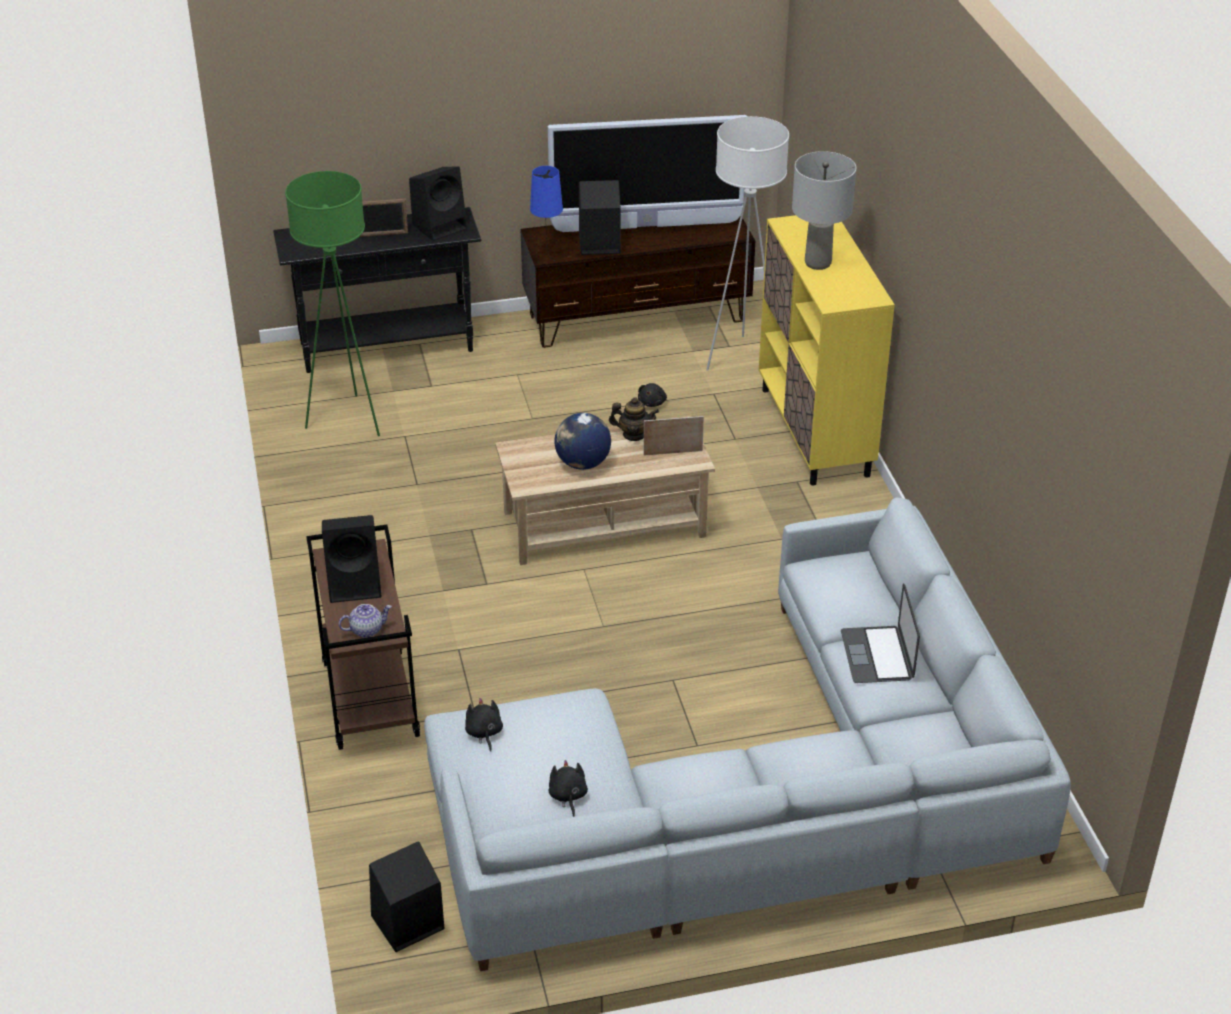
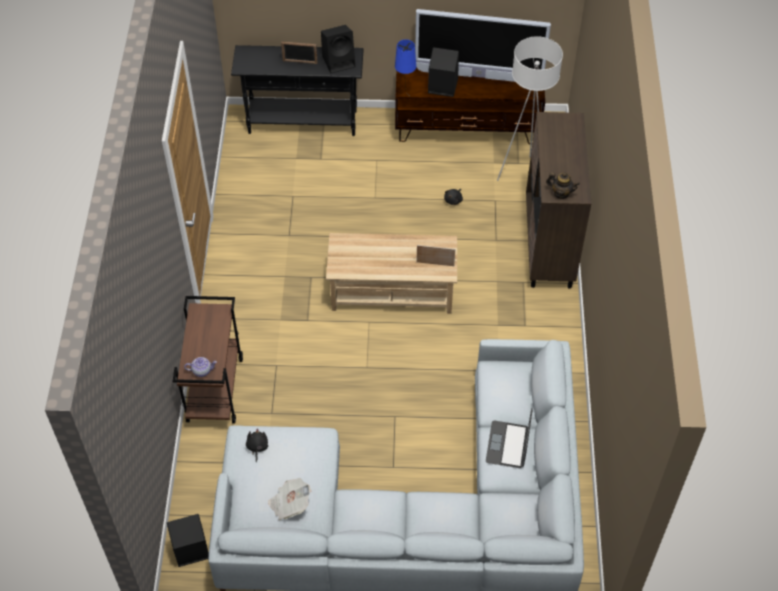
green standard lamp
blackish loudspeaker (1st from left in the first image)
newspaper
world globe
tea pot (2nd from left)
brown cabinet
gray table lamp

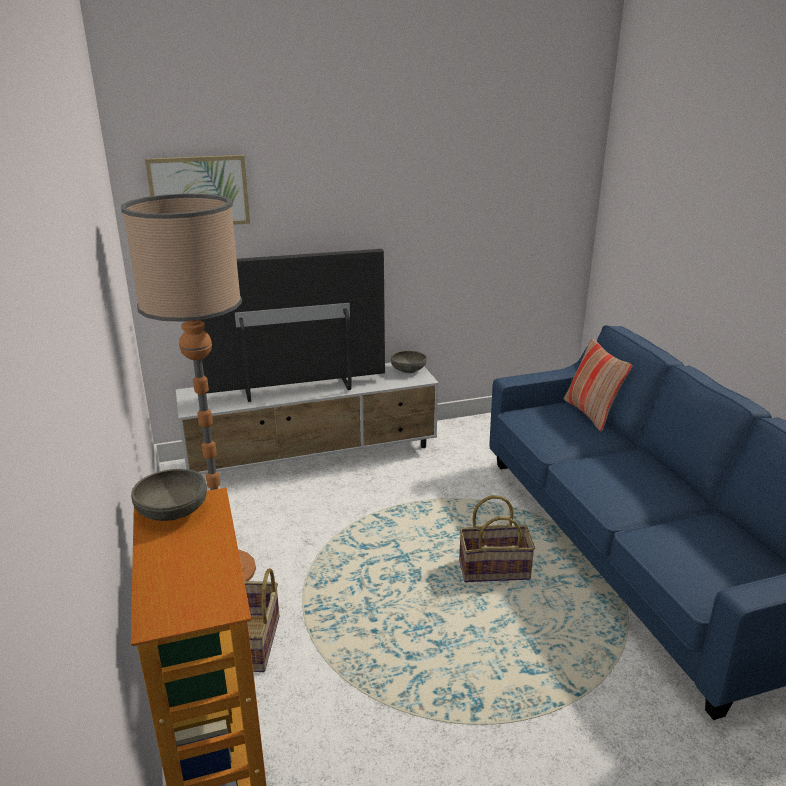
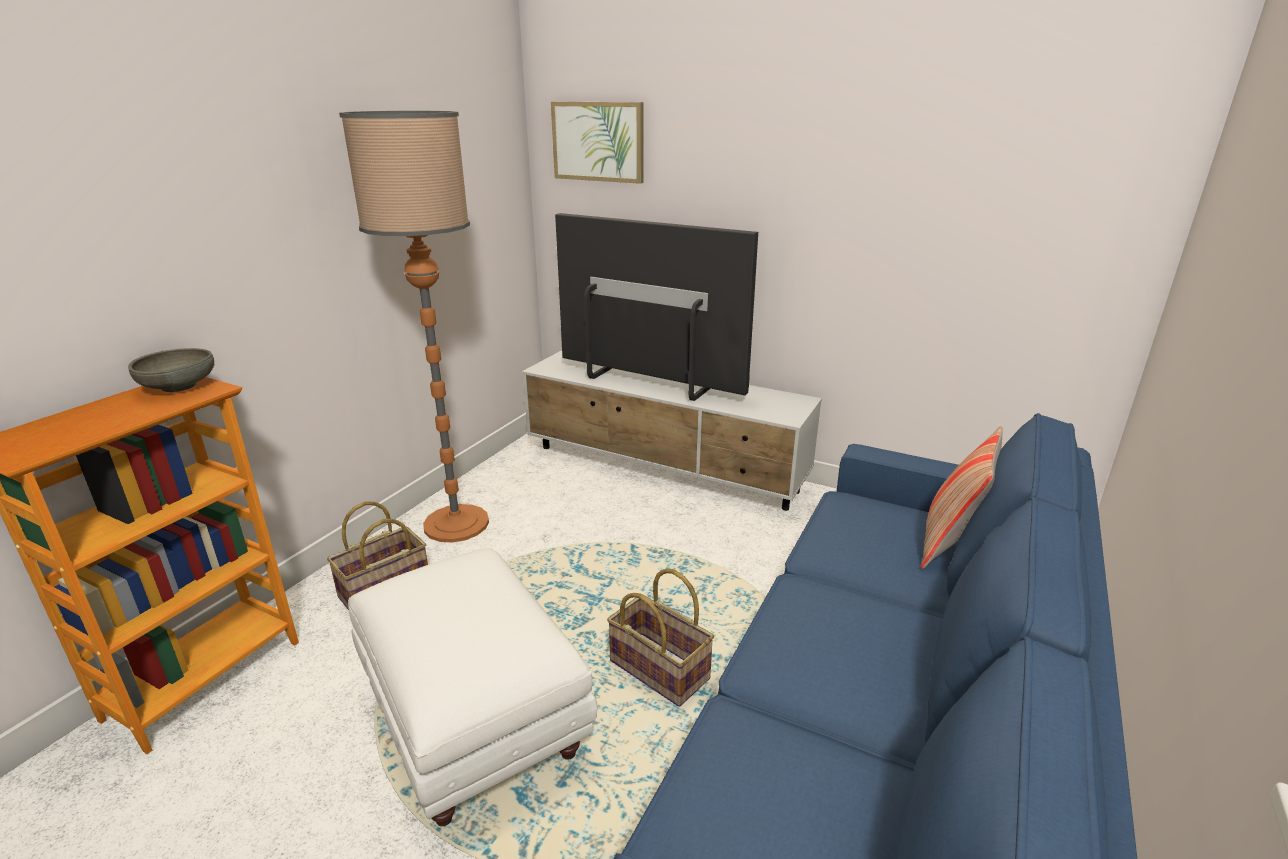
gray serving bowl (2nd from left in the first image)
white pouffe

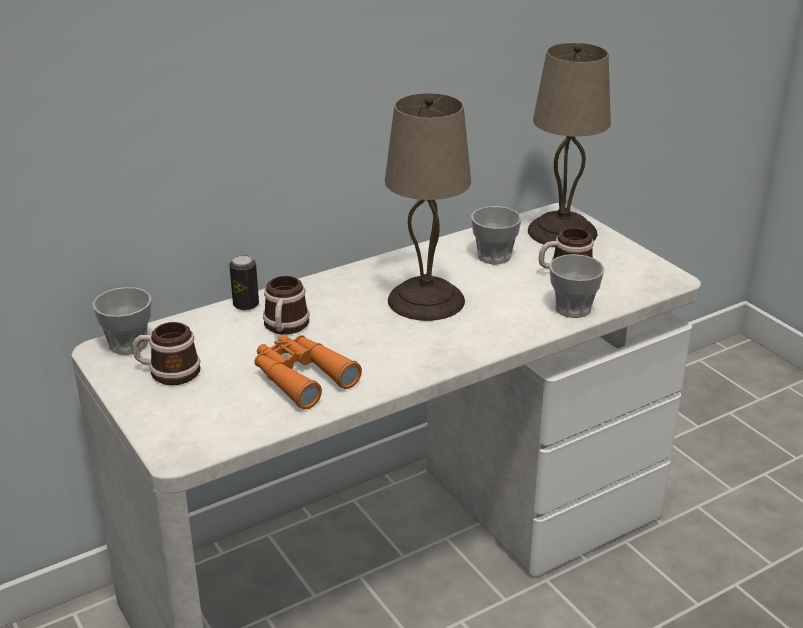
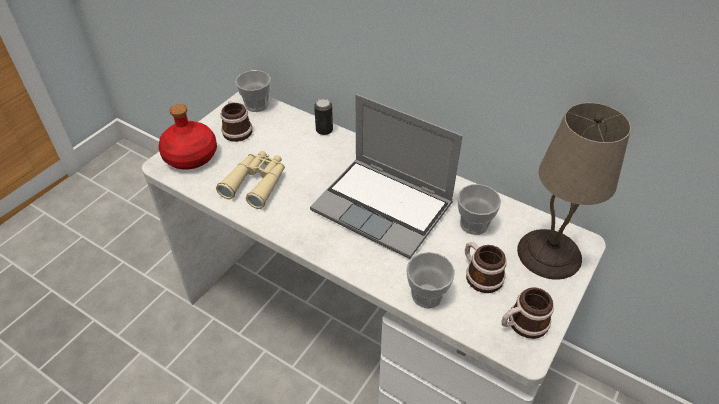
beige-coloured field glasses
coffee mug (3rd from left)
portable computer
red bottle

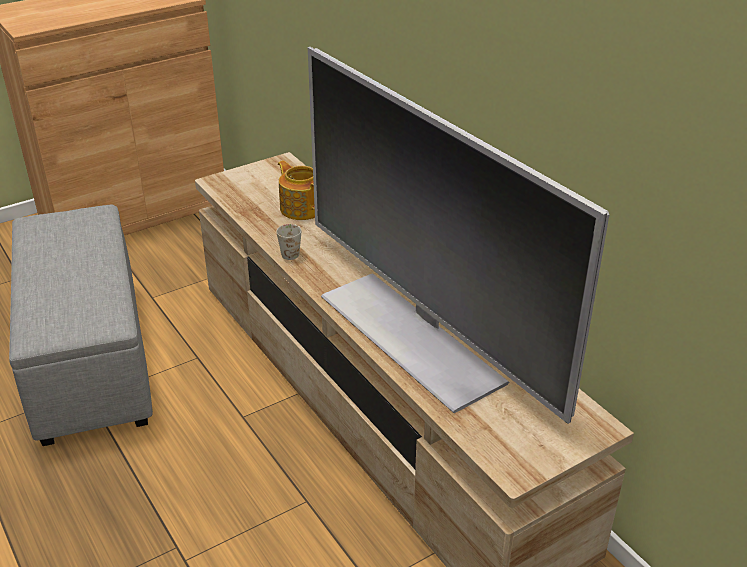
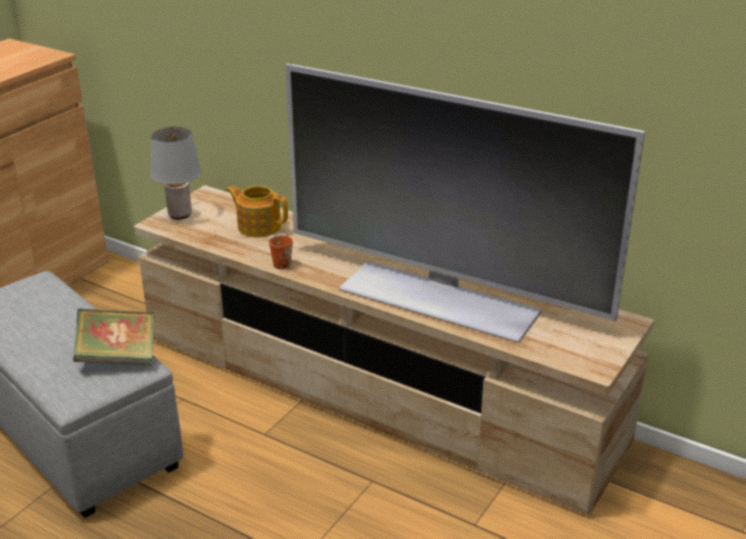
orangey coffee mug
bound book
gray table lamp

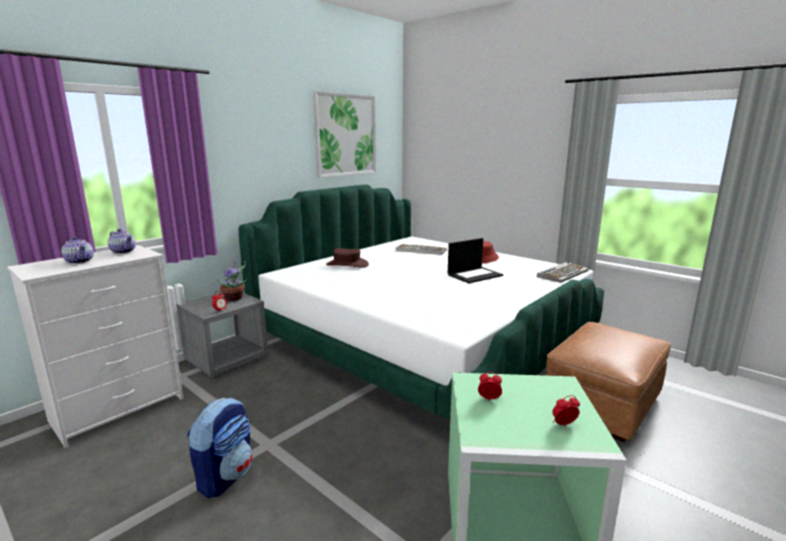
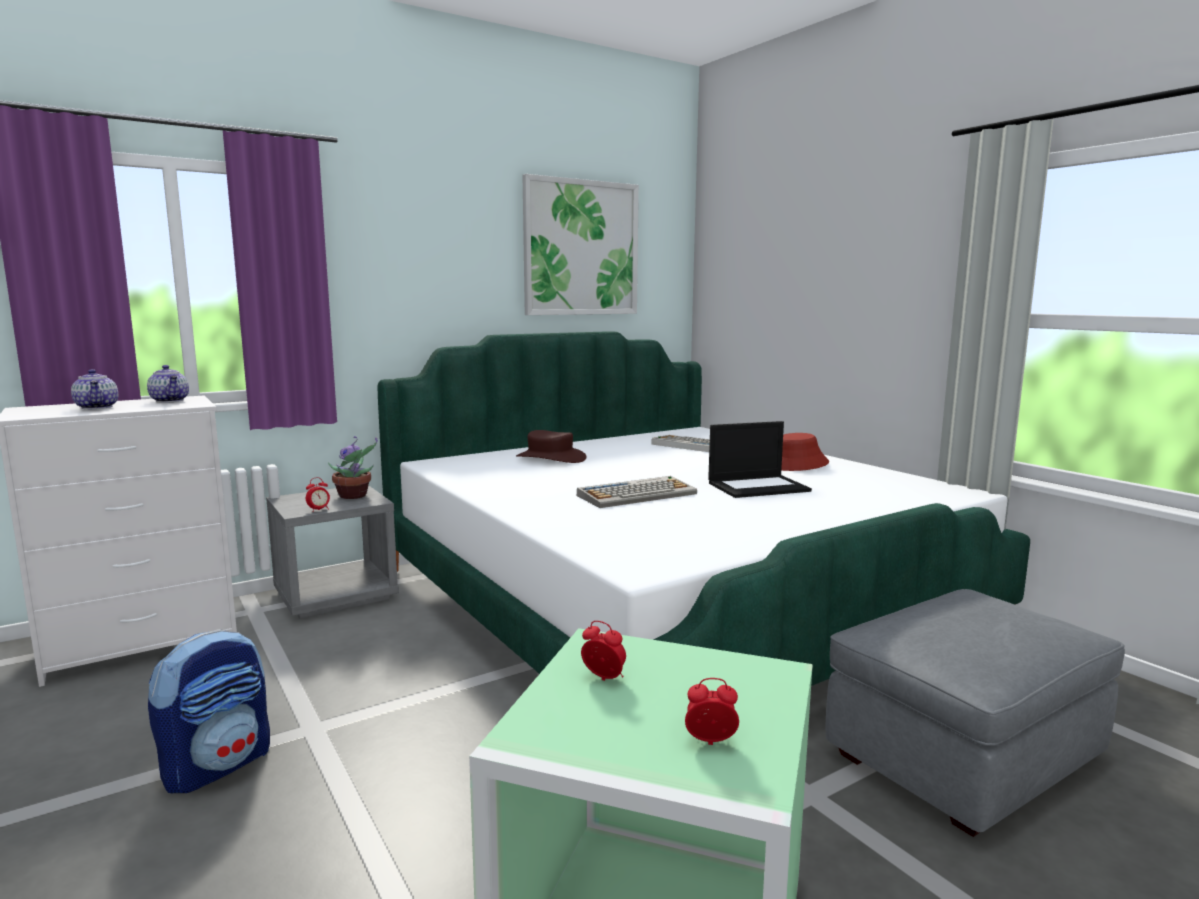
PC keyboard (1st from left)
gray pouffe

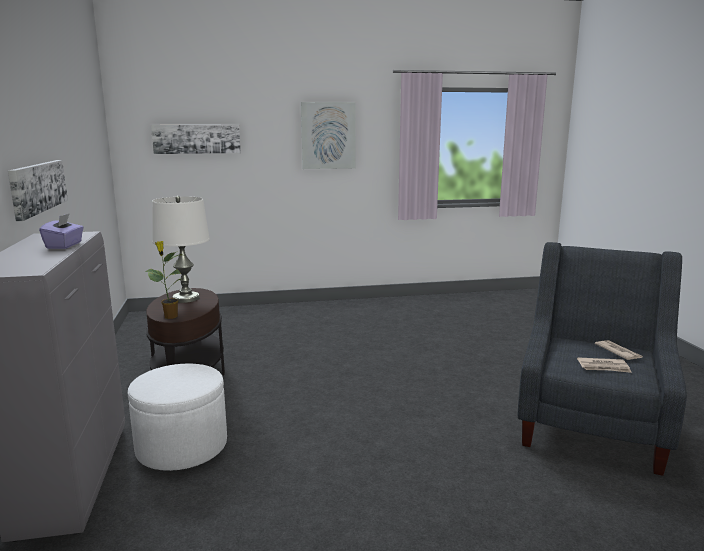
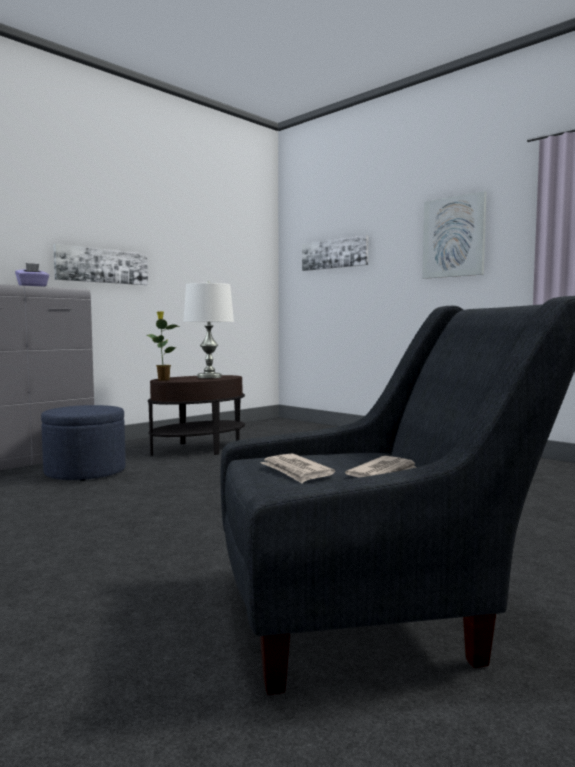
blue pouffe

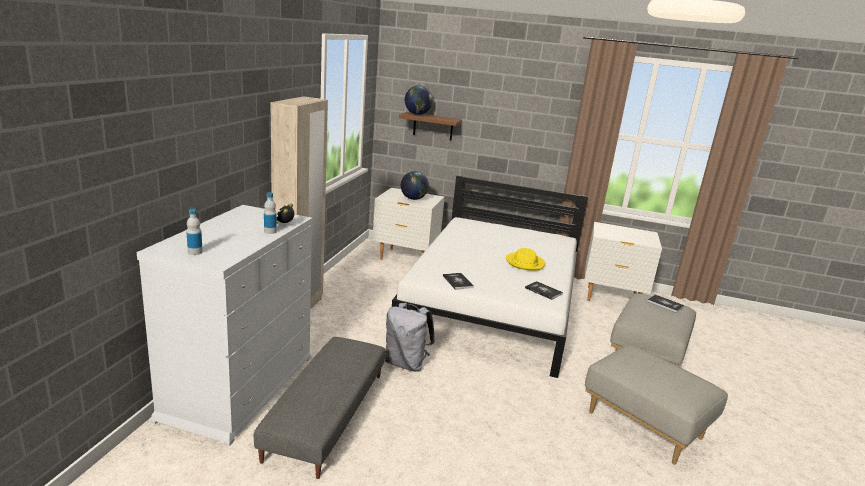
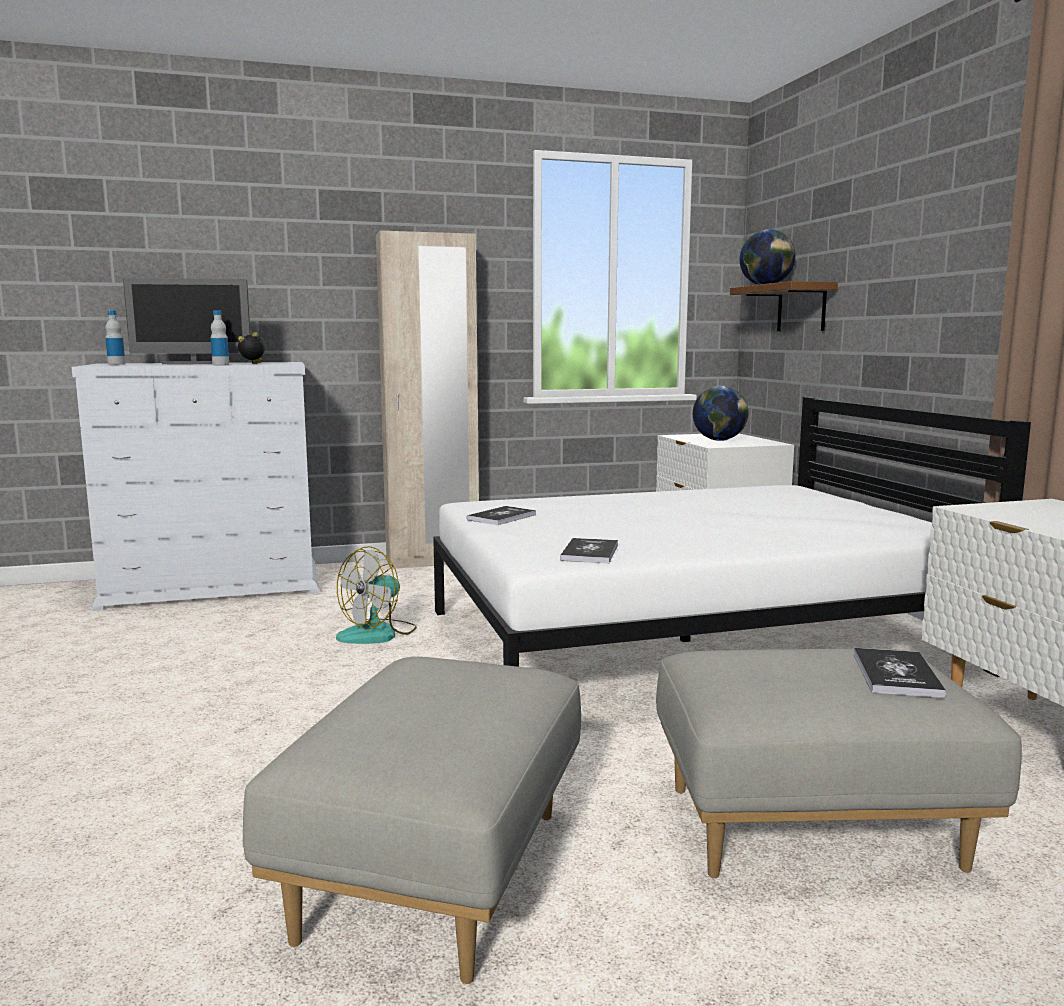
gray pouffe (1st from left in the first image)
cooling fan
yellowish wearable hat
monitor

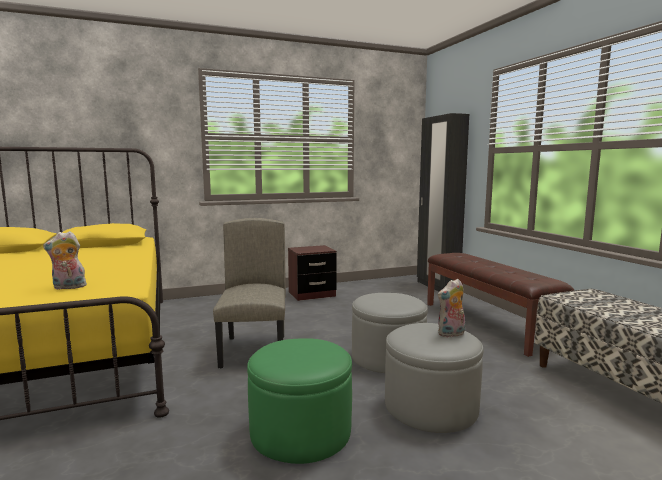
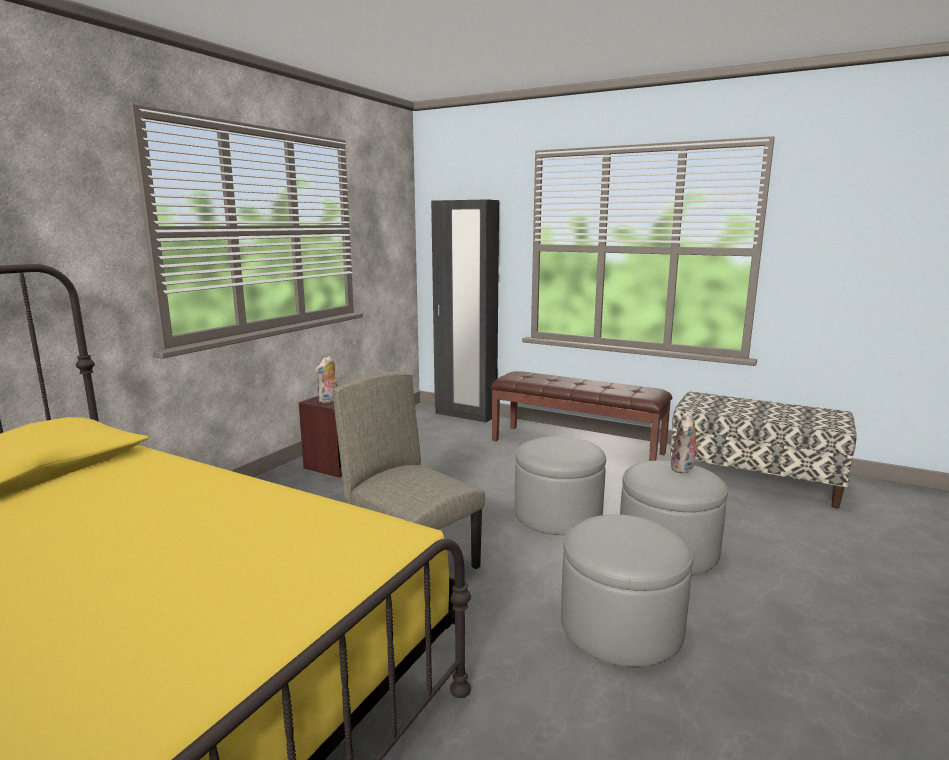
plush toy (1st from left)
gray pouffe (2nd from left)

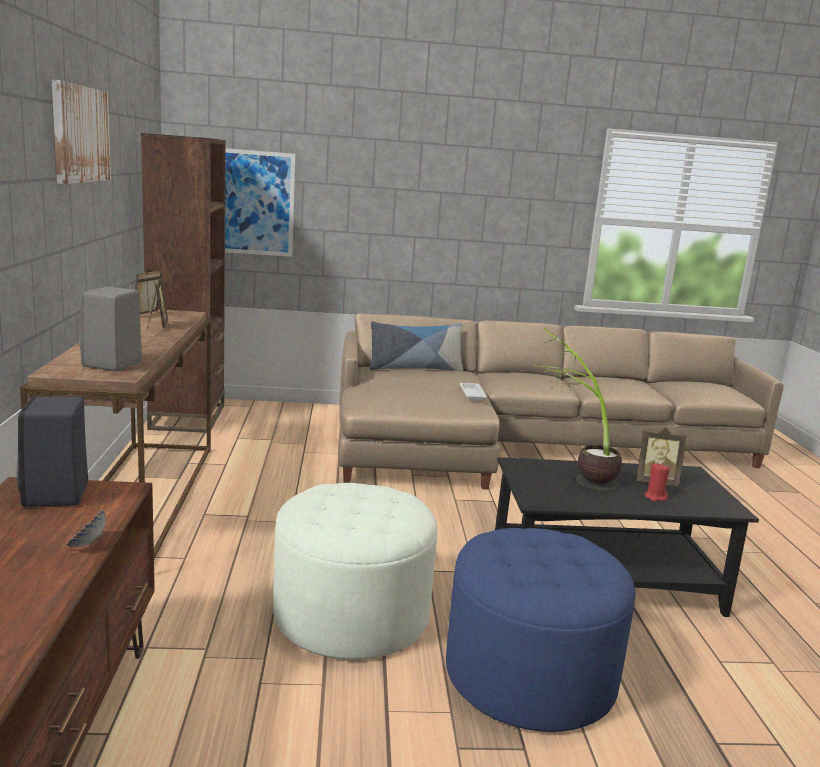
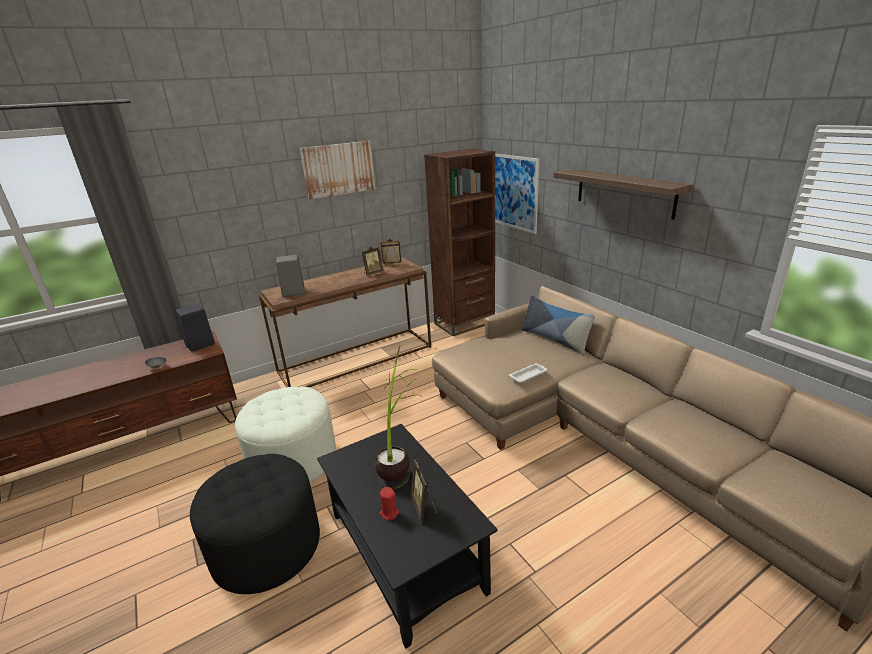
blackish pouffe
wall shelf

